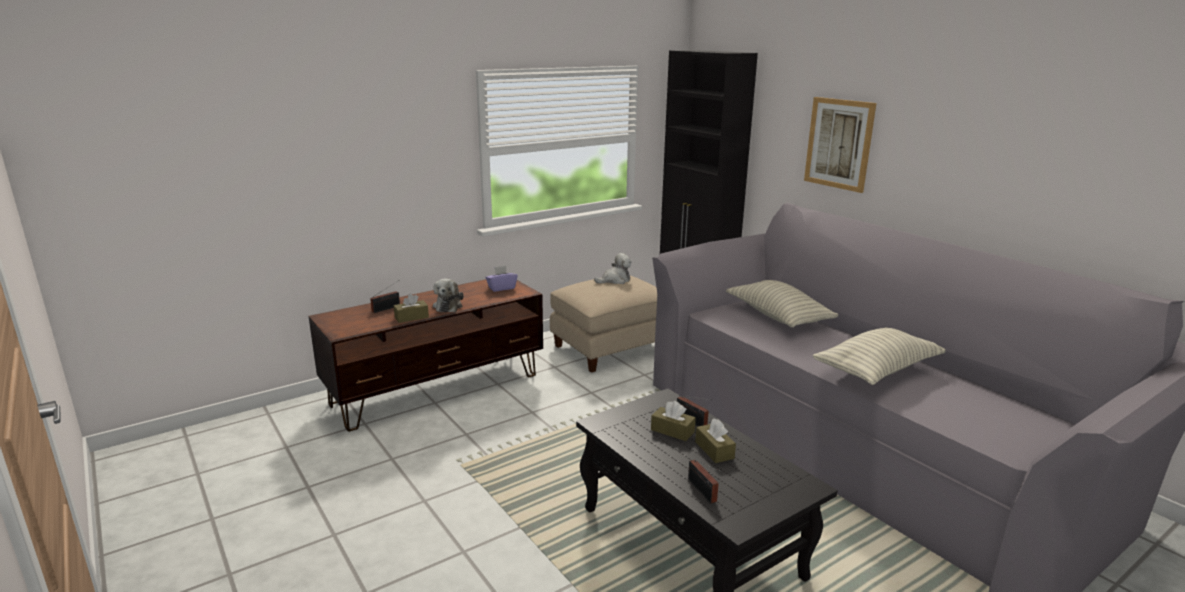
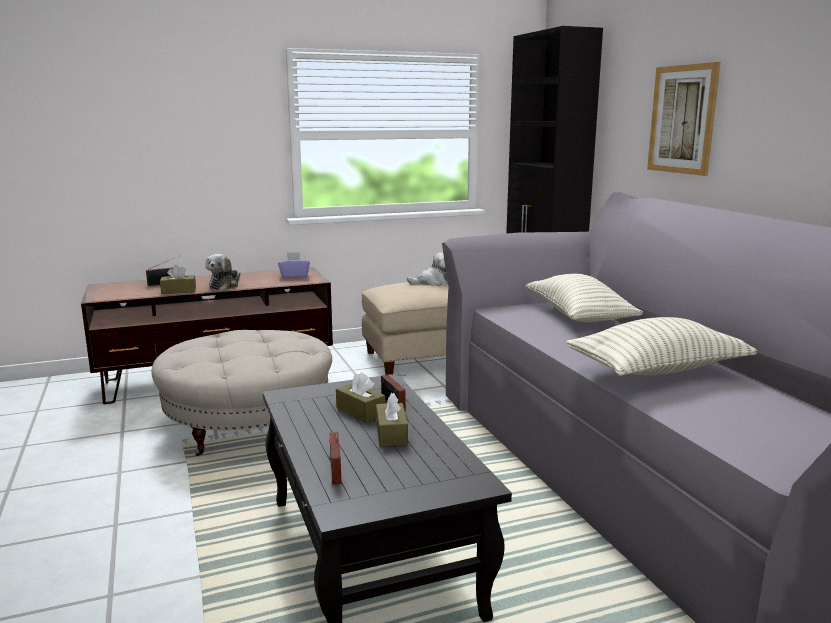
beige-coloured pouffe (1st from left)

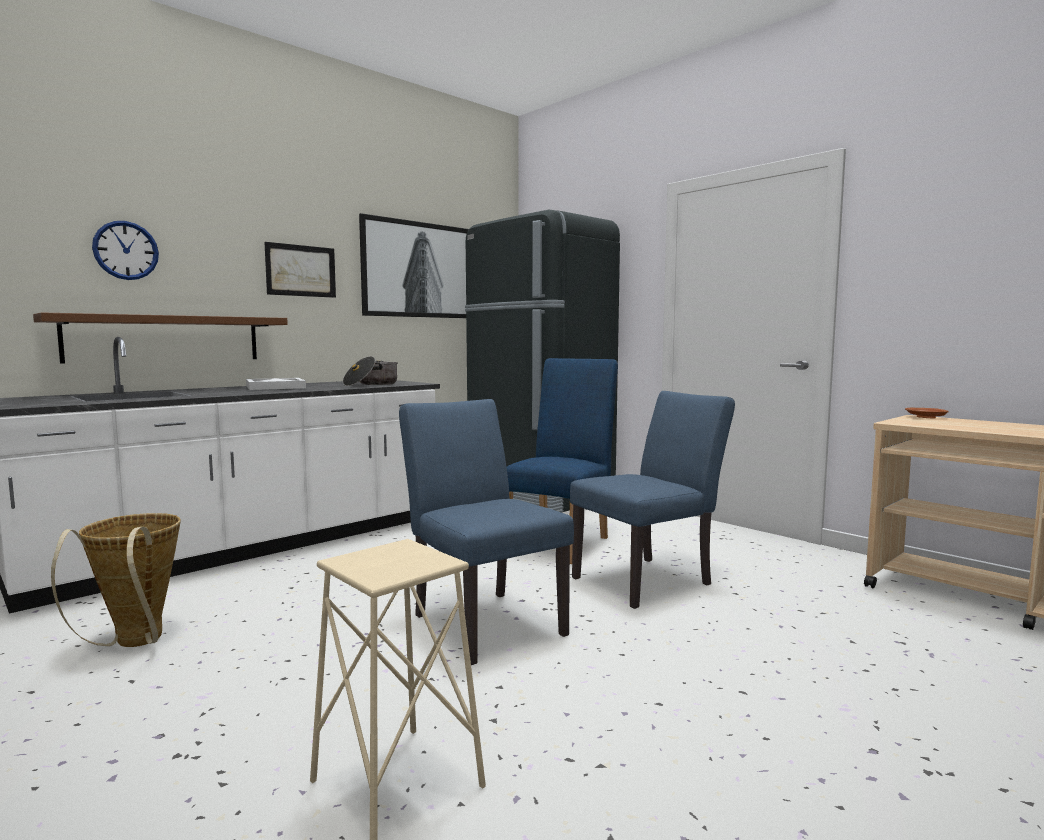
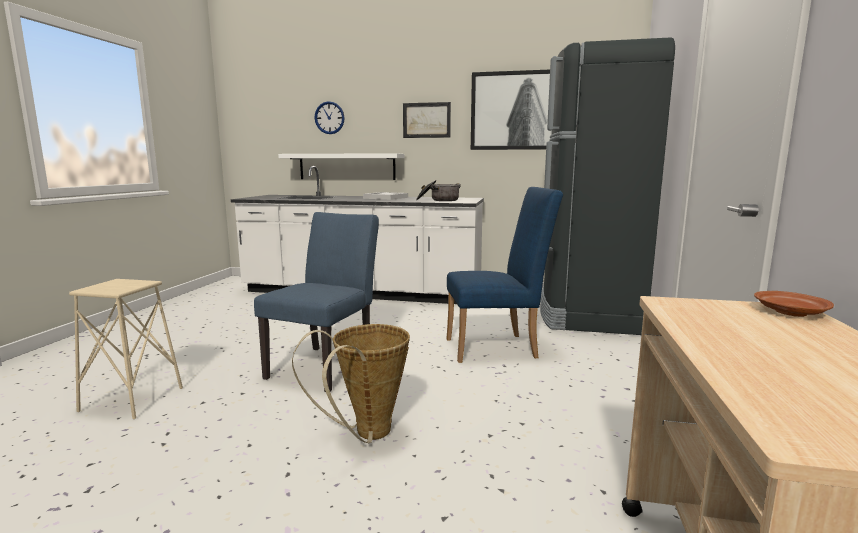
white wall shelf
household basket
blue upright chair (3rd from left in the first image)

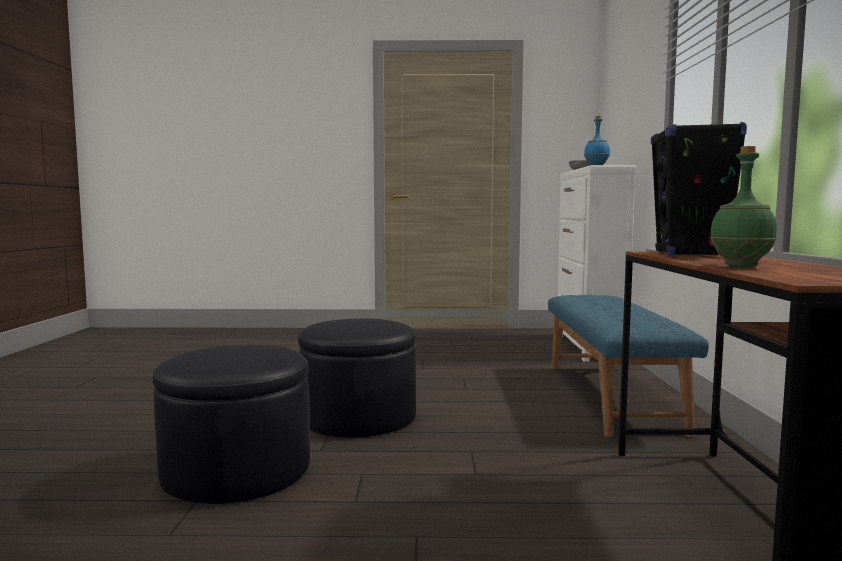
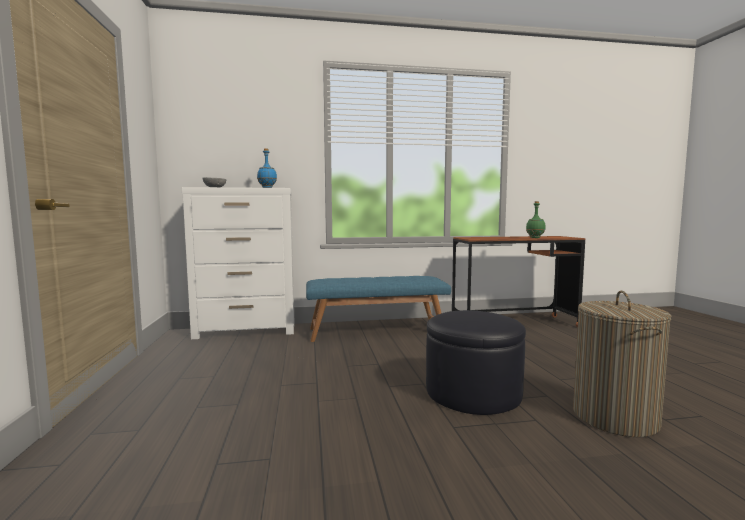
hamper
blackish loudspeaker

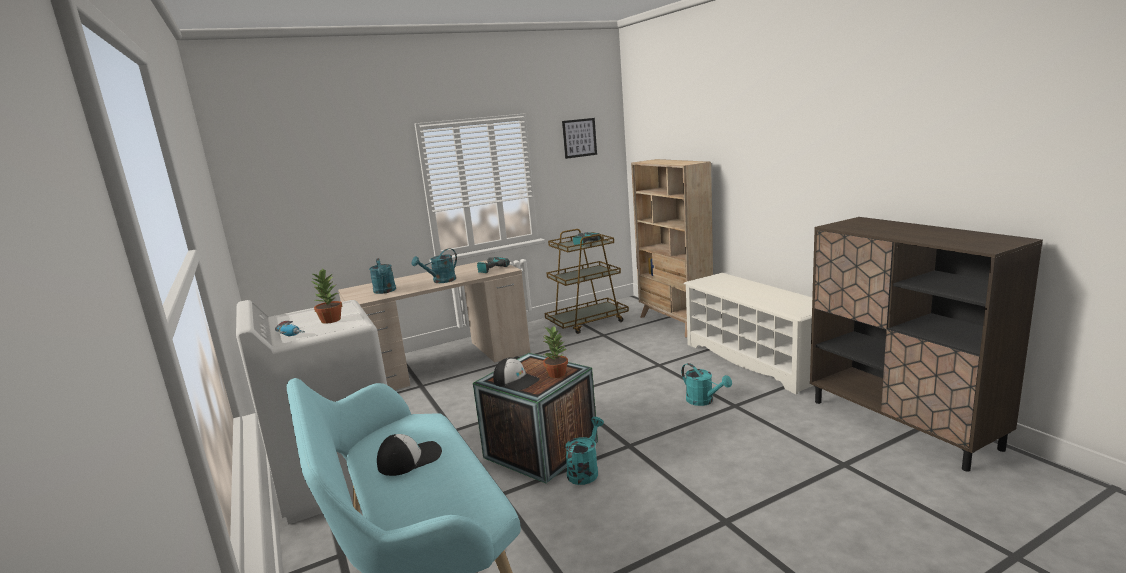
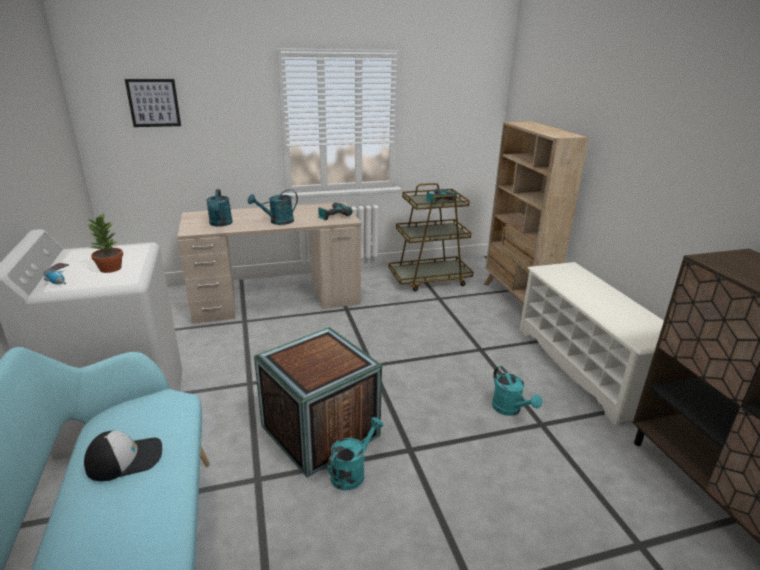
cap (2nd from left in the first image)
houseplant (2nd from left in the first image)
wall art

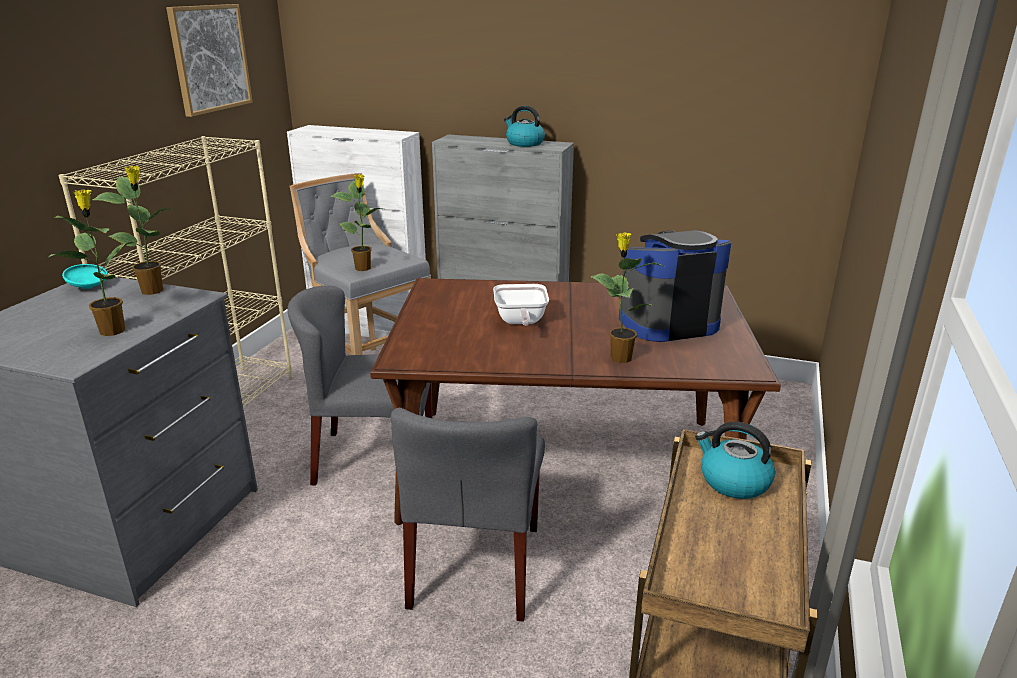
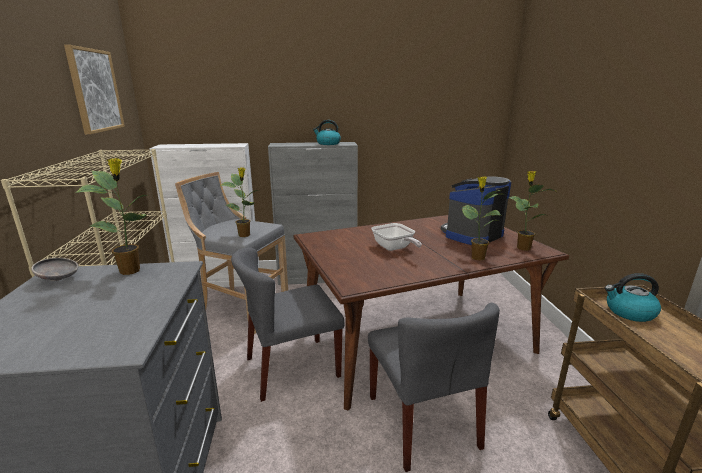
houseplant (4th from left)
gray serving bowl

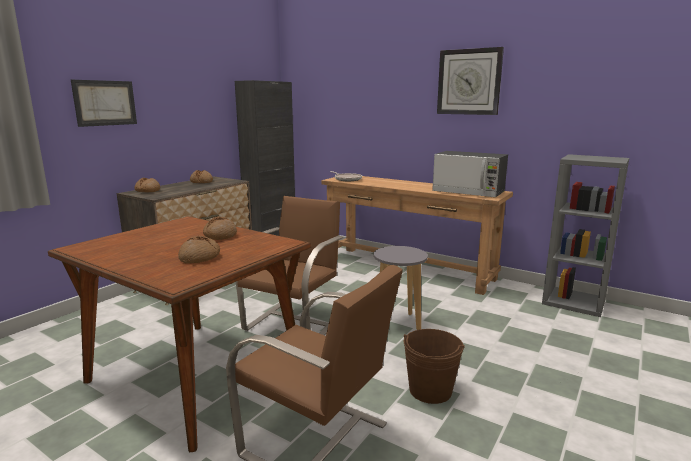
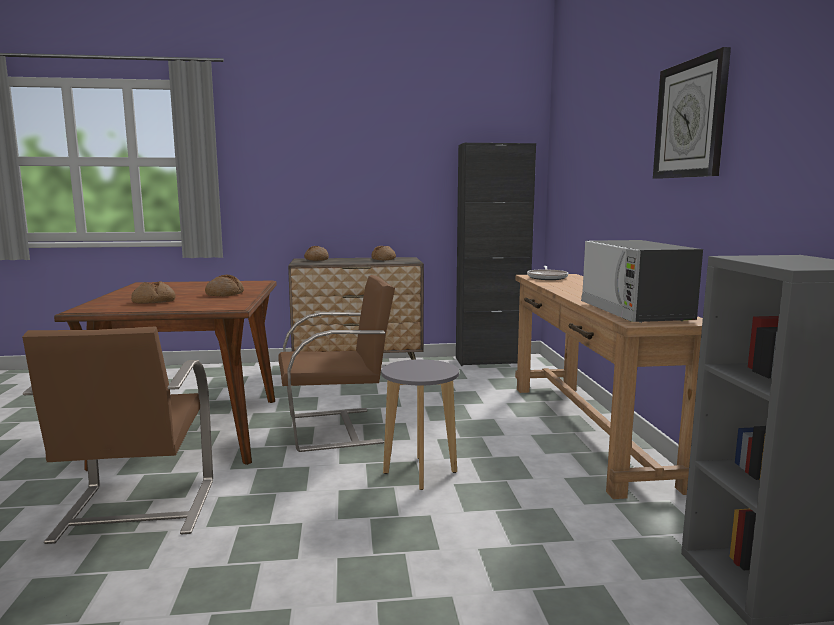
wall art
brown pail

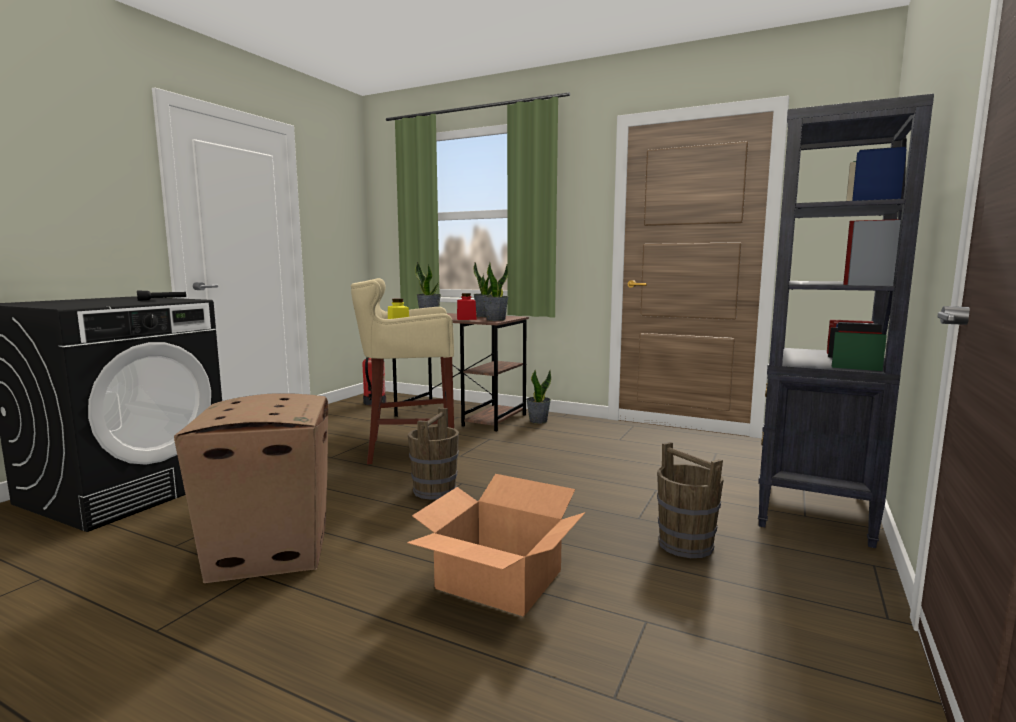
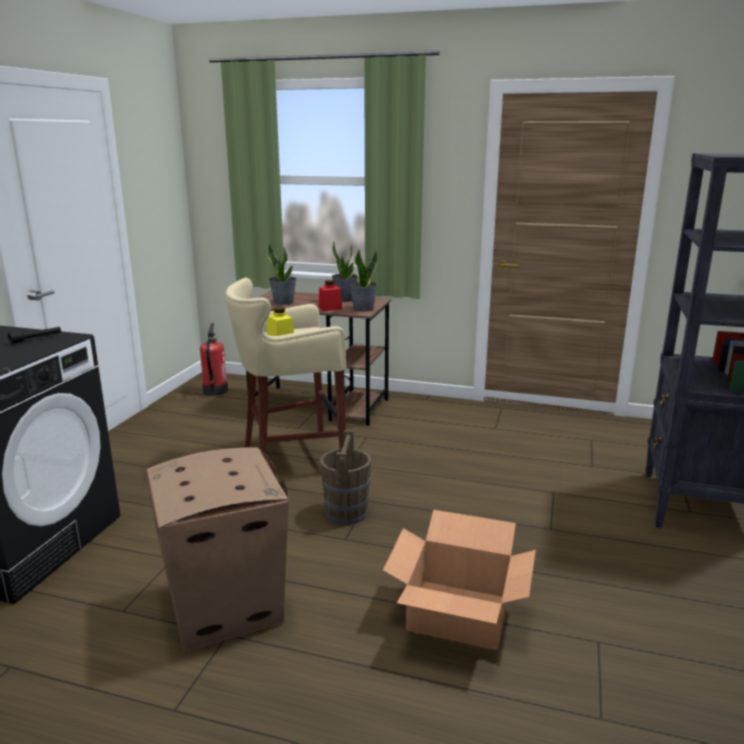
houseplant (4th from left in the first image)
brown pail (2nd from left in the first image)

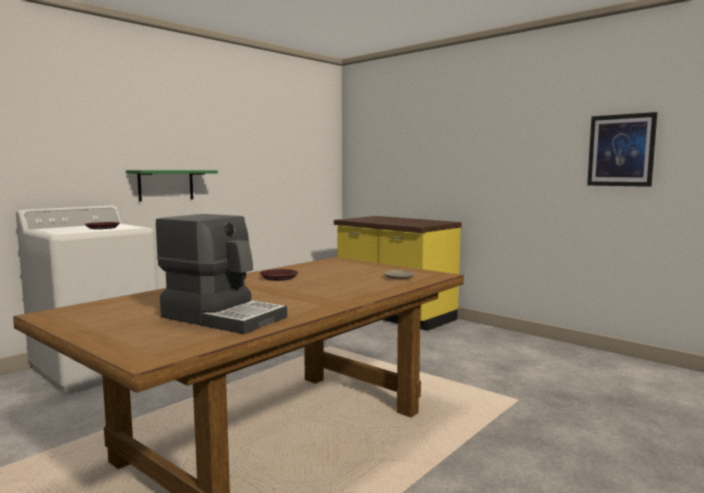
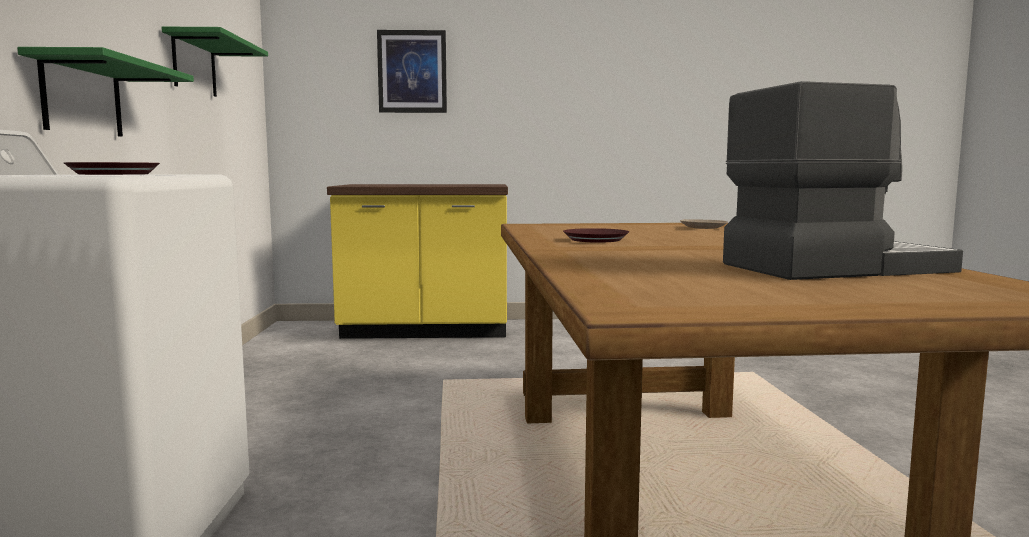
wall art
green wall shelf (2nd from left)

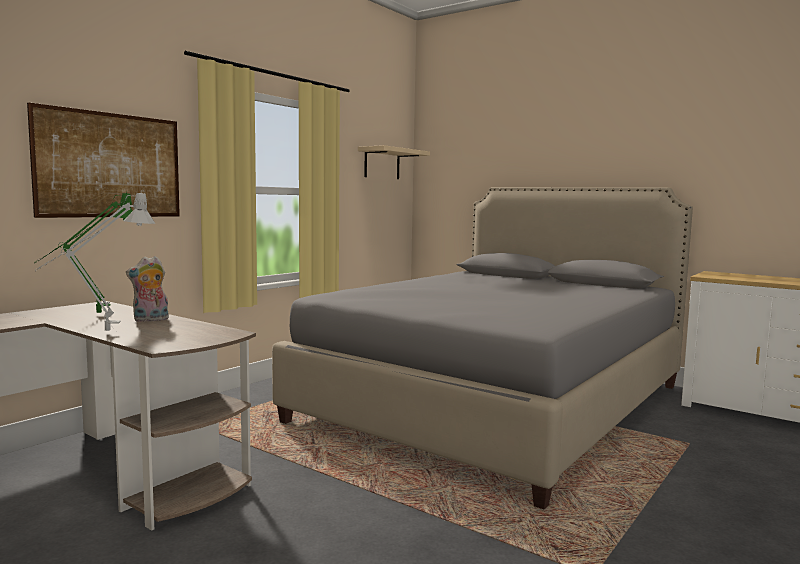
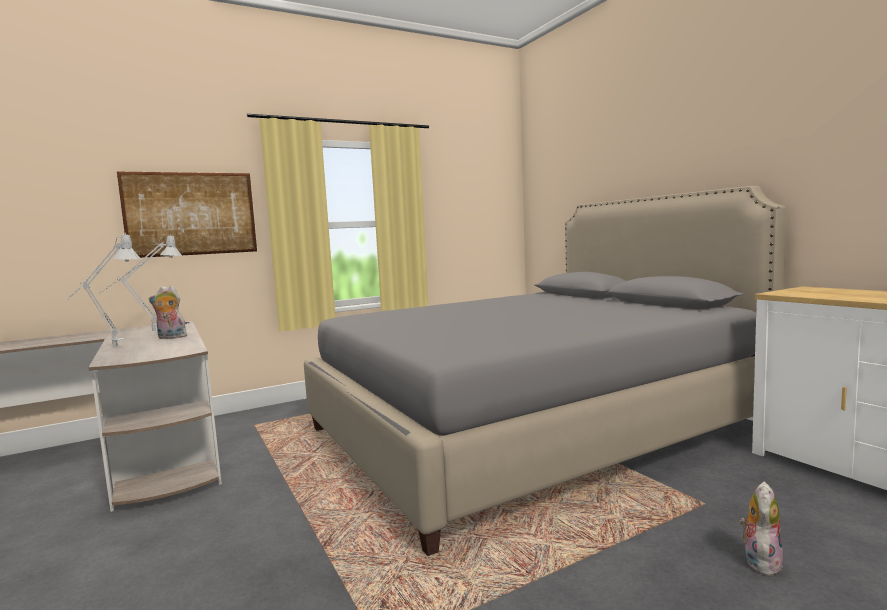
gray table lamp (2nd from left)
beige-coloured wall shelf
plush toy (2nd from left)

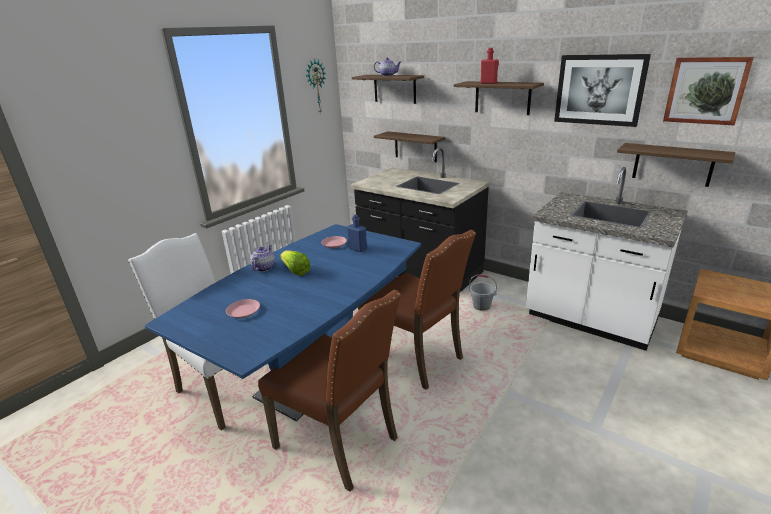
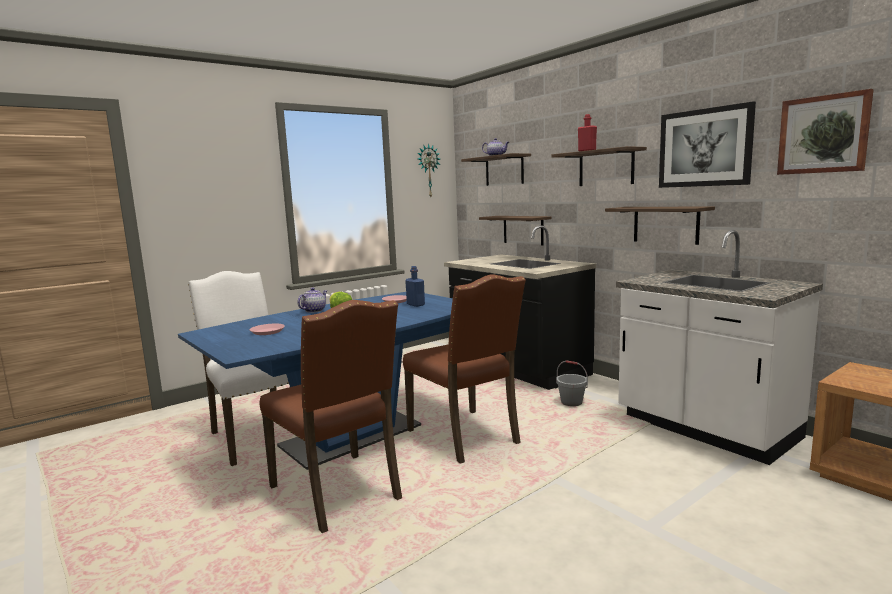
wall shelf (4th from left)

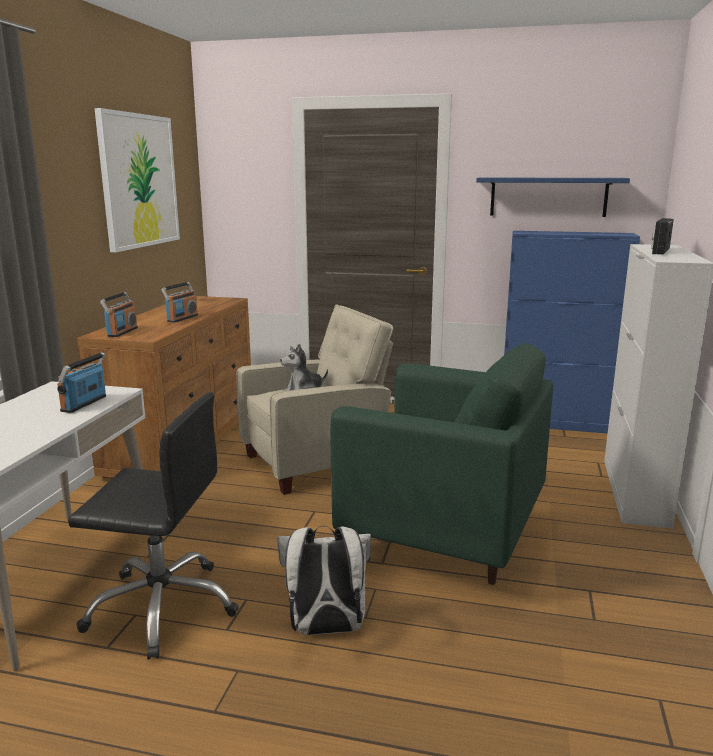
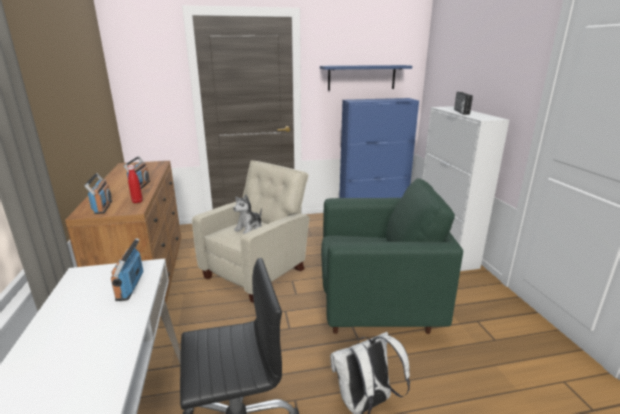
wall art
red bottle

